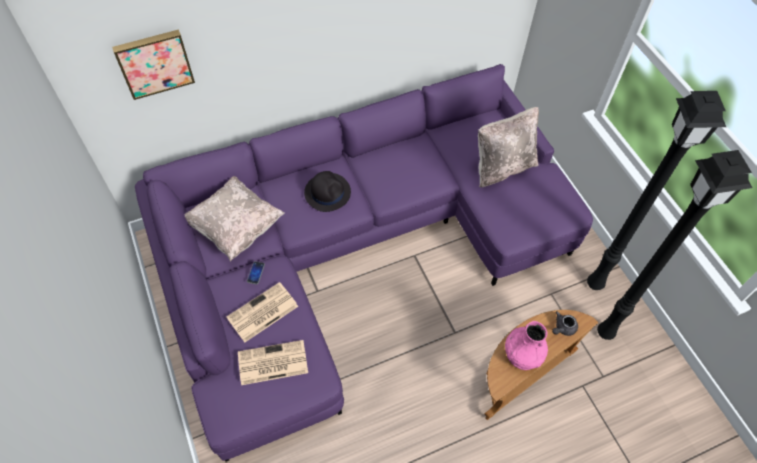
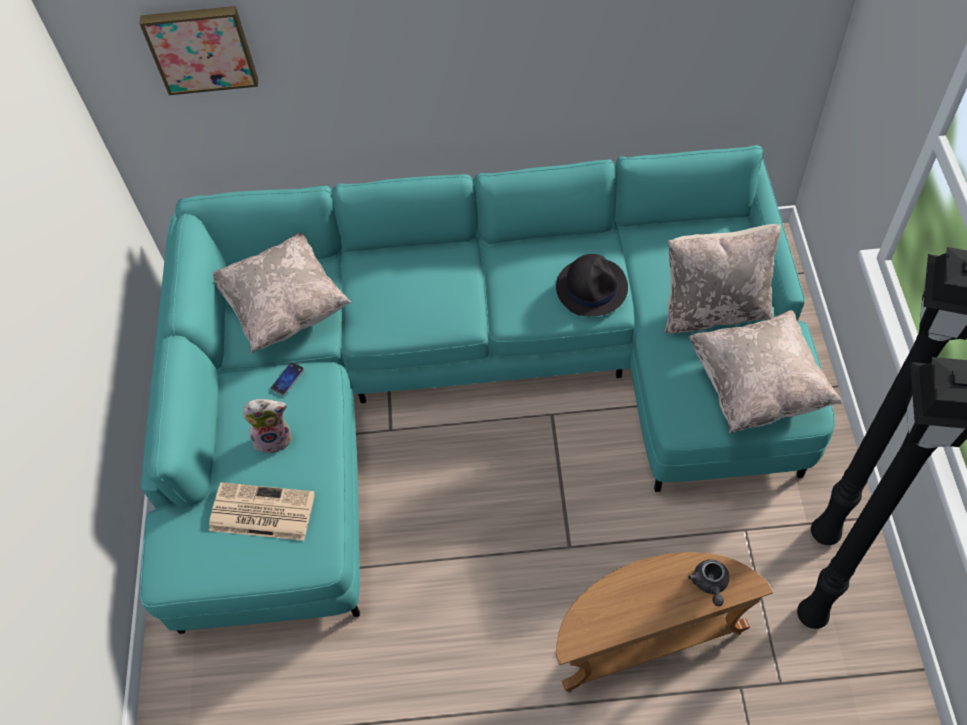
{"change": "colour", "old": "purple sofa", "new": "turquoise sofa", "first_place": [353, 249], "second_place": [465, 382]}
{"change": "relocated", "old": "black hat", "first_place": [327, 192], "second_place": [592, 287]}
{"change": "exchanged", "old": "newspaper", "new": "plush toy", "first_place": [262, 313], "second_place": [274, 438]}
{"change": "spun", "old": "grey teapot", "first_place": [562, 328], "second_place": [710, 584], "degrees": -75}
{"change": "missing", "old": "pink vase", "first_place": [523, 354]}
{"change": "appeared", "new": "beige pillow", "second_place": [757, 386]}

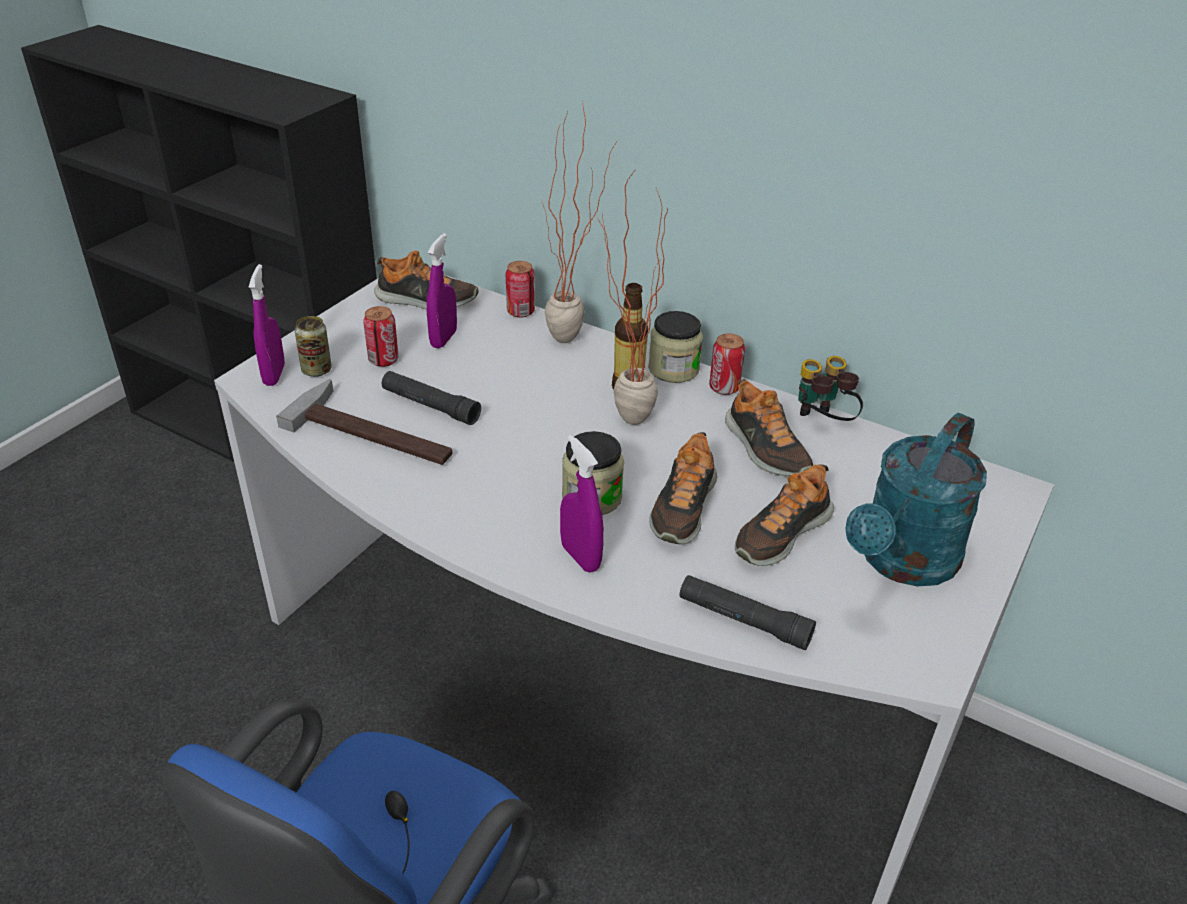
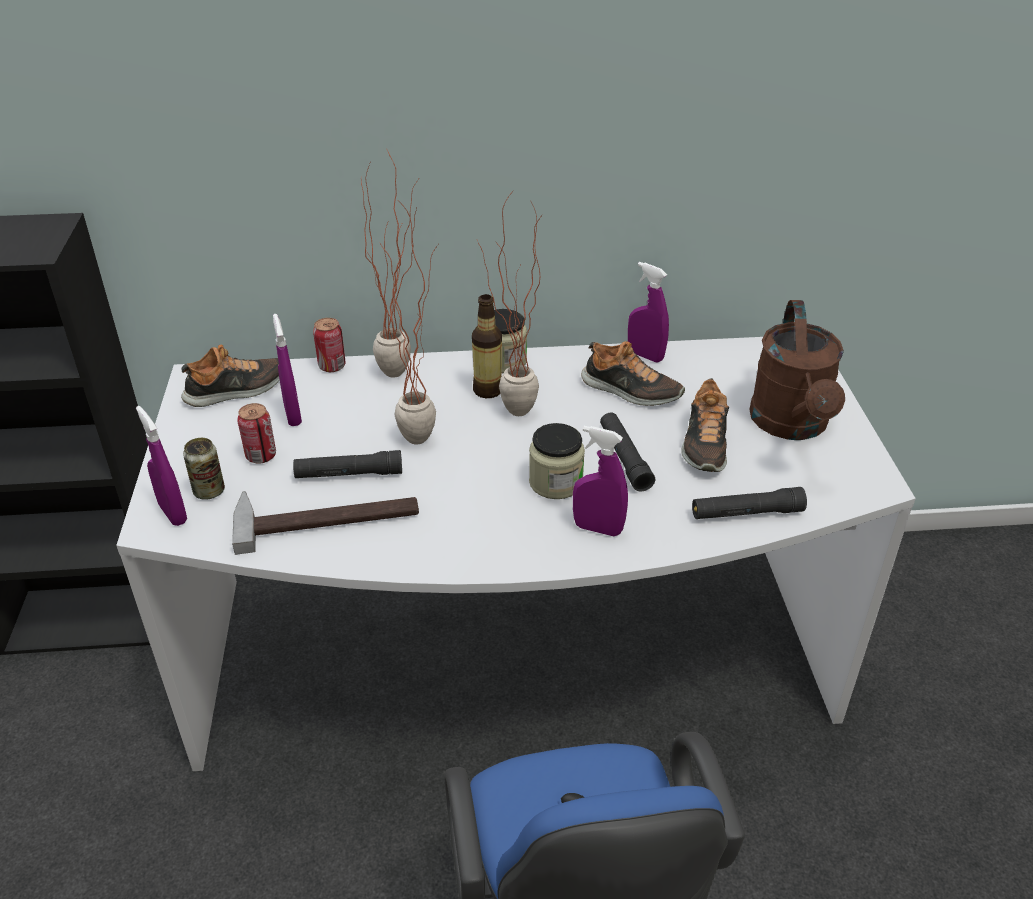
{"change": "missing", "old": "can", "first_place": [724, 388]}
{"change": "exchanged", "old": "binoculars", "new": "purple spray bottle", "first_place": [821, 423], "second_place": [645, 356]}
{"change": "colour", "old": "turquoise watering can", "new": "brown watering can", "first_place": [902, 562], "second_place": [792, 426]}
{"change": "exchanged", "old": "shoe", "new": "black flashlight", "first_place": [682, 508], "second_place": [624, 458]}
{"change": "appeared", "new": "potted plant", "second_place": [422, 432]}

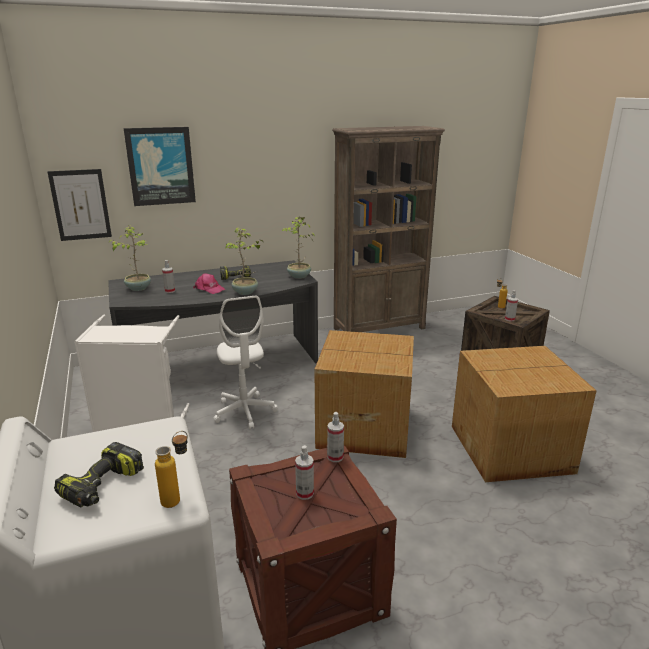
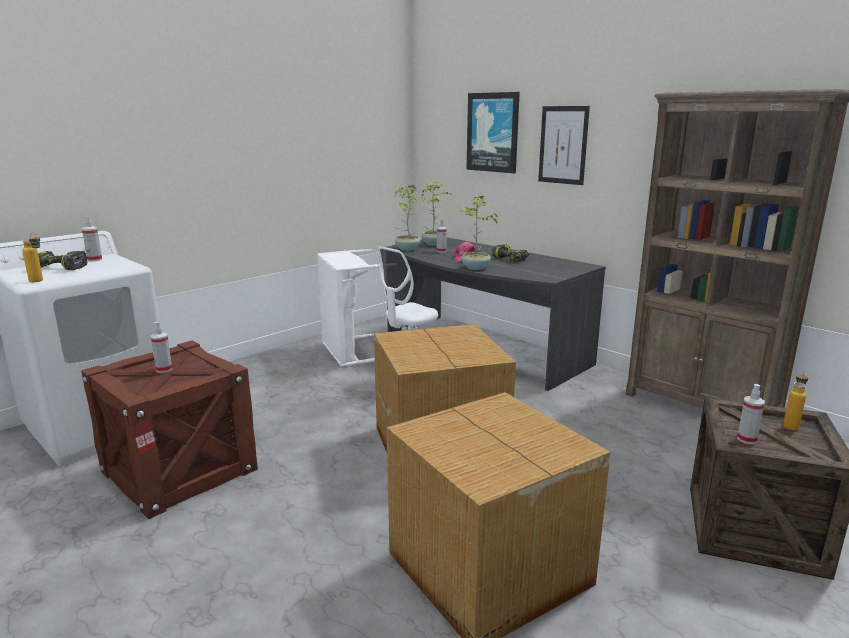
{"change": "relocated", "old": "picture", "first_place": [80, 205], "second_place": [563, 145]}
{"change": "relocated", "old": "potted plant", "first_place": [298, 276], "second_place": [406, 249]}
{"change": "relocated", "old": "spray bottle", "first_place": [335, 457], "second_place": [94, 260]}

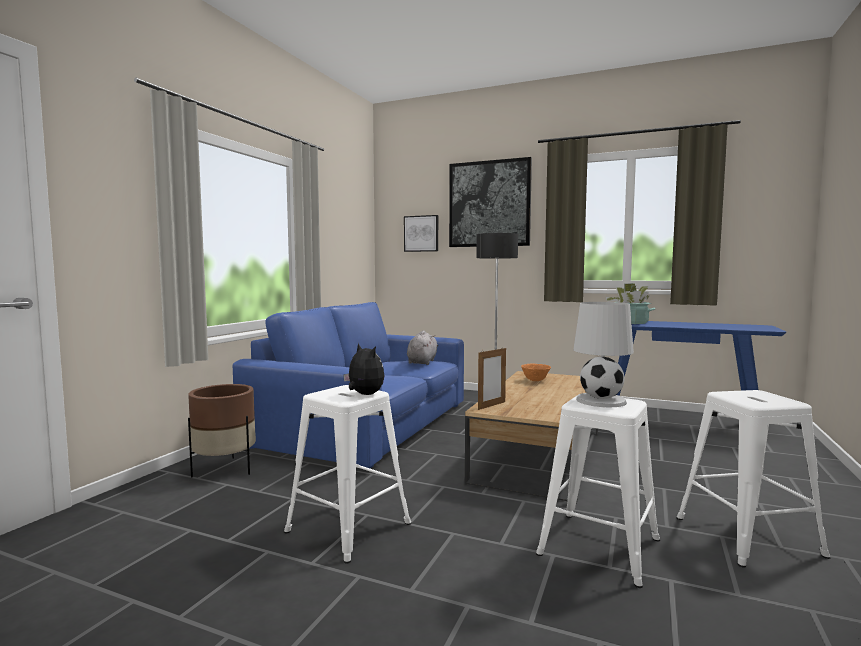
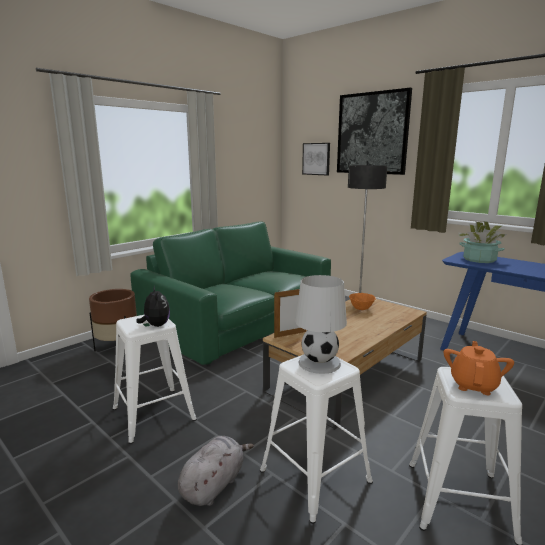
{"change": "colour", "old": "blue sofa", "new": "green sofa", "first_place": [368, 425], "second_place": [239, 322]}
{"change": "relocated", "old": "grey plush toy", "first_place": [422, 362], "second_place": [214, 484]}
{"change": "appeared", "new": "orange teapot", "second_place": [473, 385]}

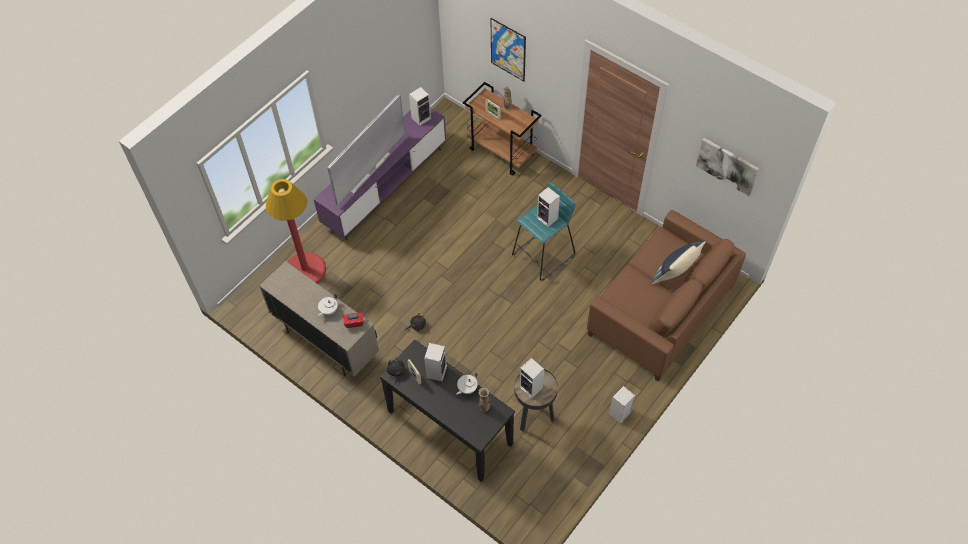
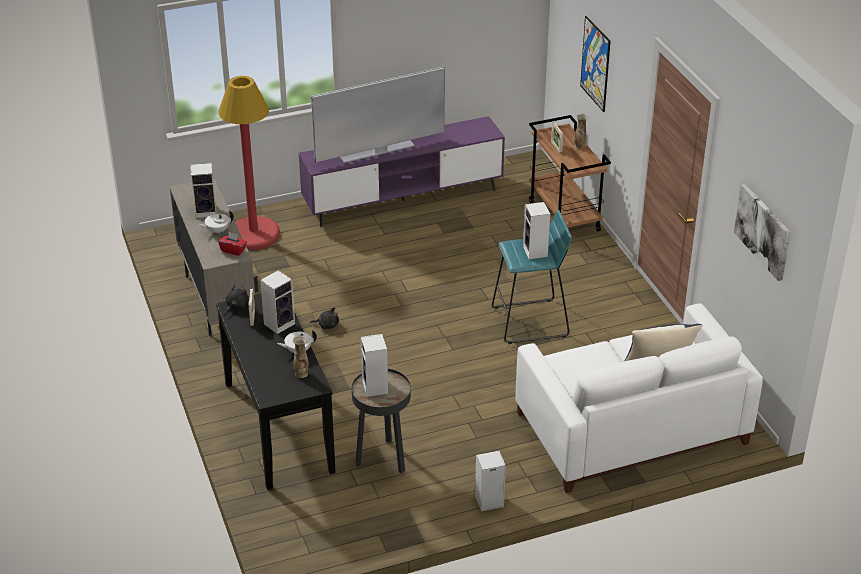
{"change": "relocated", "old": "speaker", "first_place": [421, 117], "second_place": [207, 211]}
{"change": "colour", "old": "brown sofa", "new": "white sofa", "first_place": [660, 310], "second_place": [630, 427]}

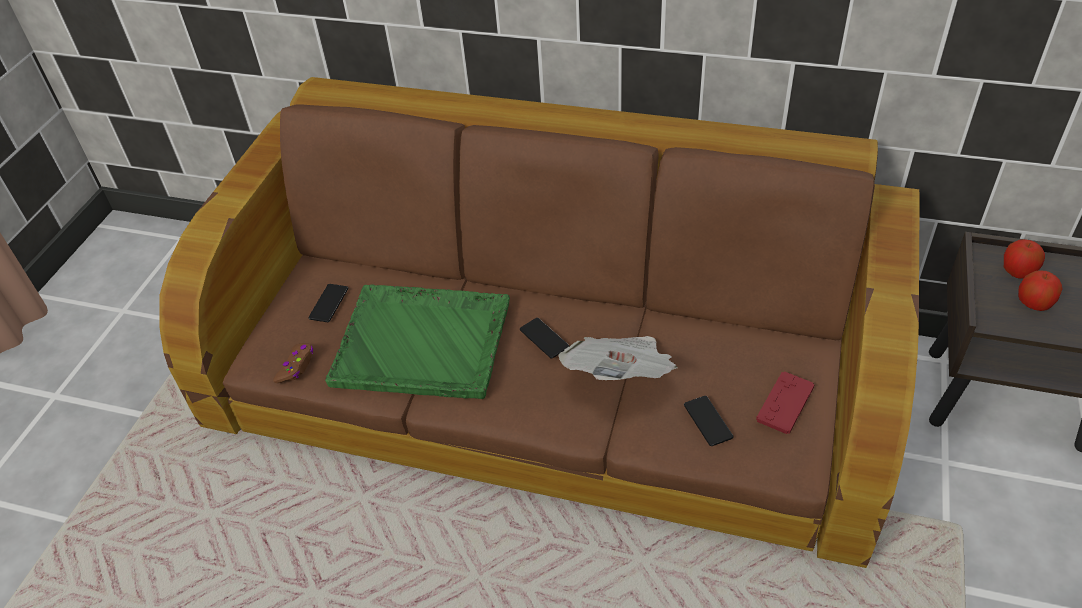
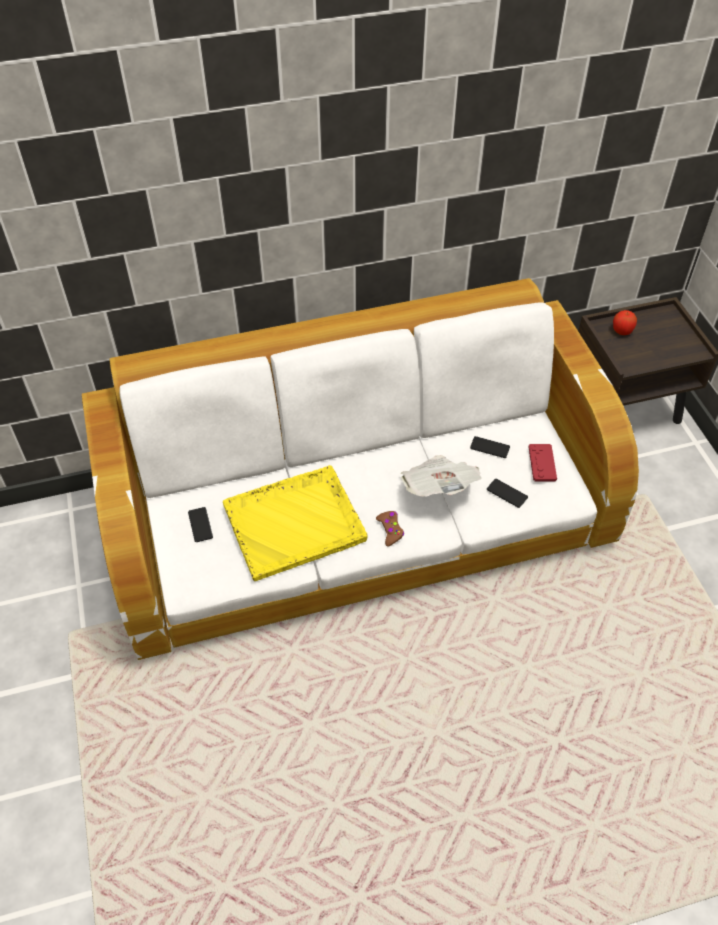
{"change": "colour", "old": "brown sofa", "new": "white sofa", "first_place": [549, 386], "second_place": [360, 518]}
{"change": "missing", "old": "apple", "first_place": [1033, 304]}
{"change": "colour", "old": "green tray", "new": "yellow tray", "first_place": [423, 343], "second_place": [295, 523]}
{"change": "relocated", "old": "phone", "first_place": [544, 338], "second_place": [489, 447]}
{"change": "relocated", "old": "brown game controller", "first_place": [296, 367], "second_place": [390, 530]}

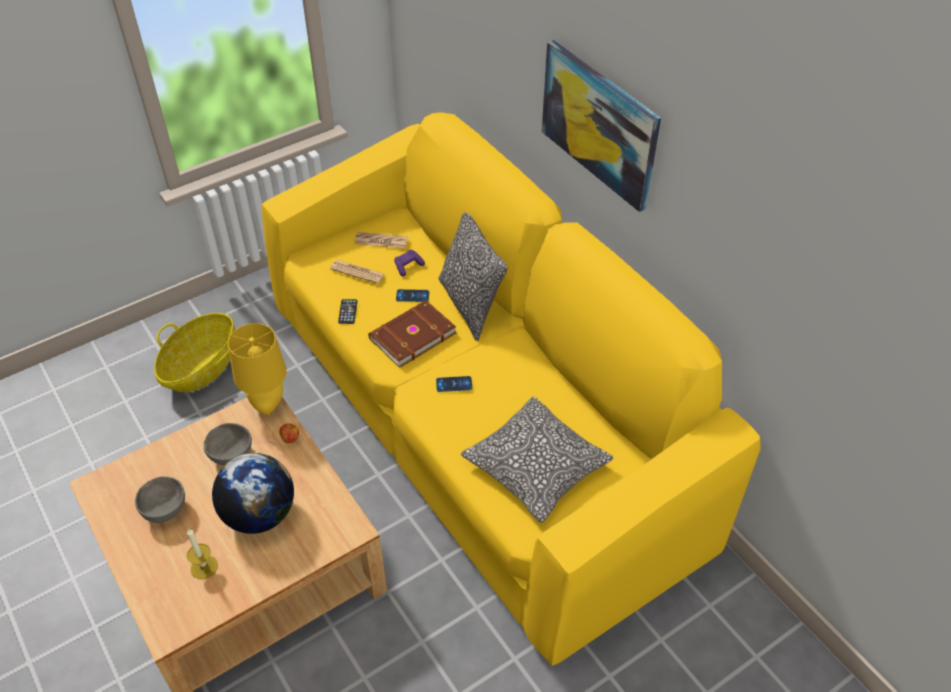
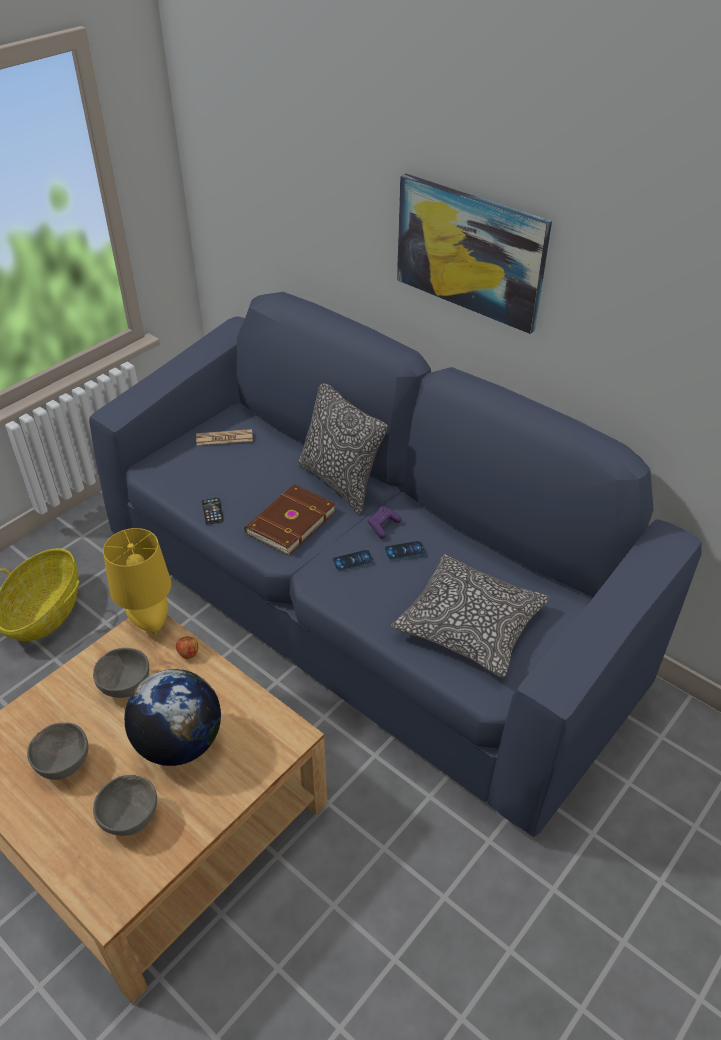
{"change": "colour", "old": "yellow sofa", "new": "blue sofa", "first_place": [476, 419], "second_place": [361, 605]}
{"change": "relocated", "old": "purple game controller", "first_place": [408, 266], "second_place": [383, 526]}
{"change": "missing", "old": "newspaper", "first_place": [357, 272]}
{"change": "relocated", "old": "phone", "first_place": [412, 296], "second_place": [404, 550]}
{"change": "exchanged", "old": "candle", "new": "grey bowl", "first_place": [204, 567], "second_place": [131, 817]}

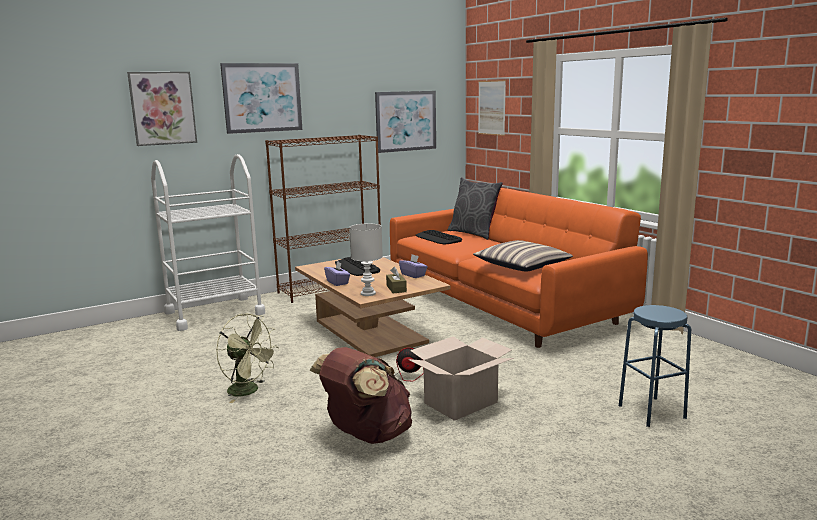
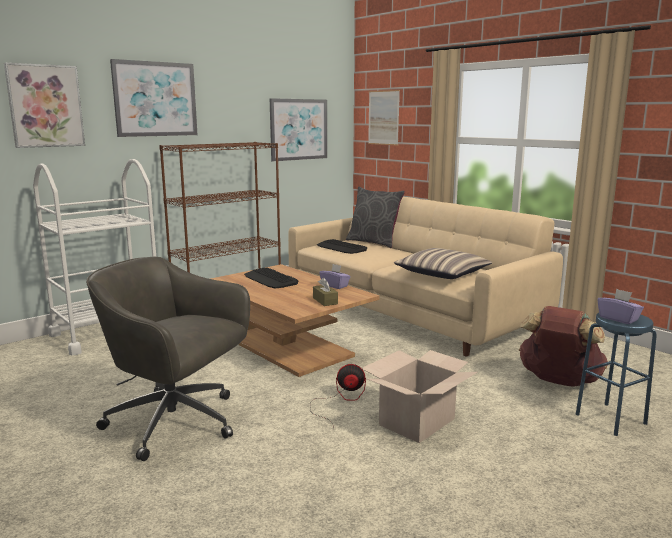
{"change": "colour", "old": "orange sofa", "new": "beige sofa", "first_place": [503, 303], "second_place": [410, 311]}
{"change": "missing", "old": "white table lamp", "first_place": [367, 294]}
{"change": "relocated", "old": "purple tissue box", "first_place": [337, 282], "second_place": [618, 319]}
{"change": "exchanged", "old": "green fan", "new": "grey office chair", "first_place": [249, 391], "second_place": [176, 423]}
{"change": "relocated", "old": "brown backpack", "first_place": [366, 435], "second_place": [558, 381]}

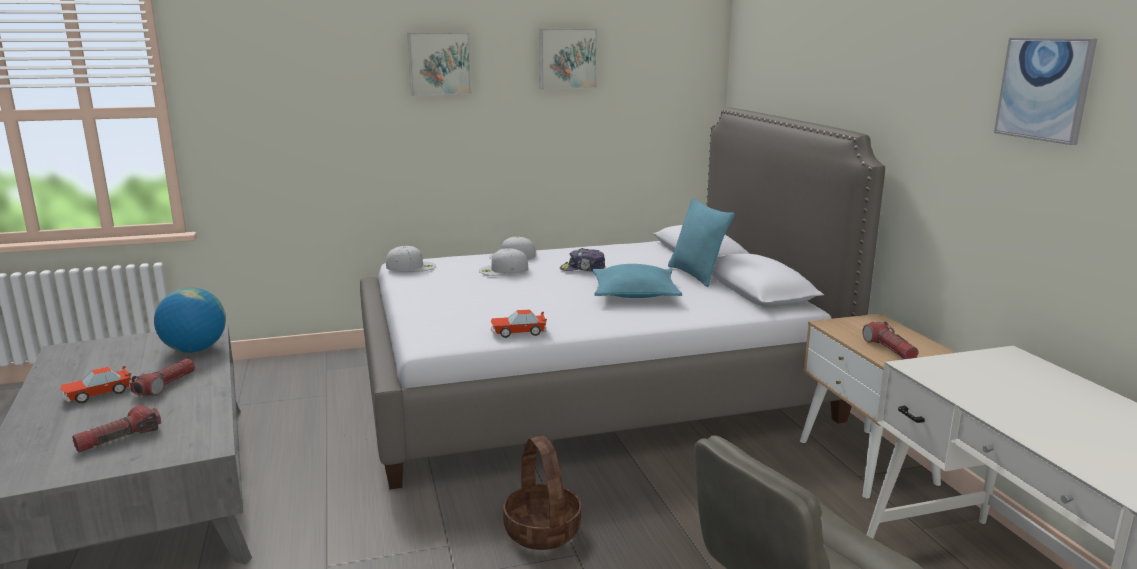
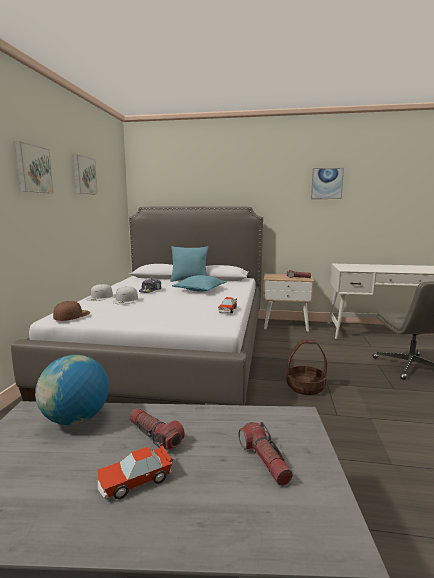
{"change": "colour", "old": "white cap", "new": "brown cap", "first_place": [411, 266], "second_place": [72, 315]}
{"change": "spun", "old": "toy car", "first_place": [97, 394], "second_place": [135, 481], "degrees": 75}

